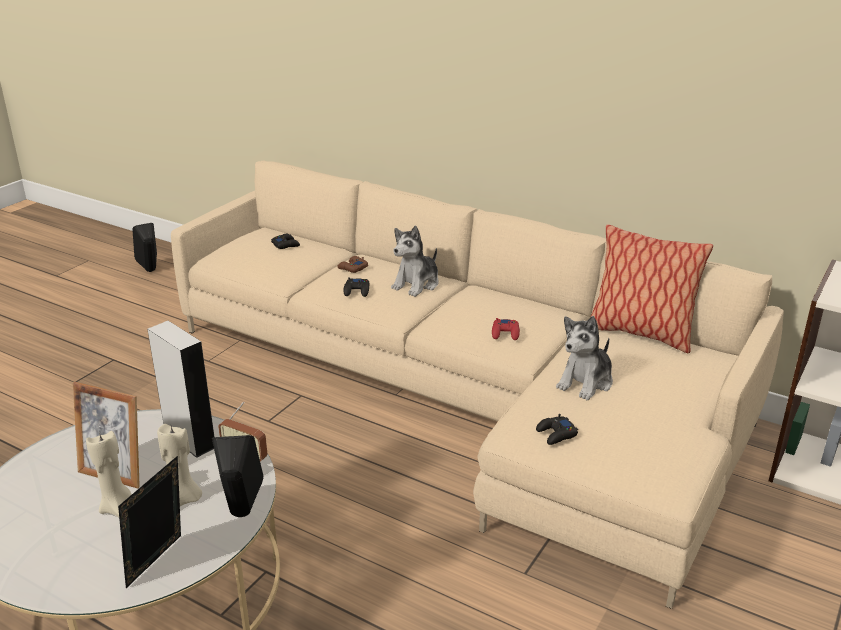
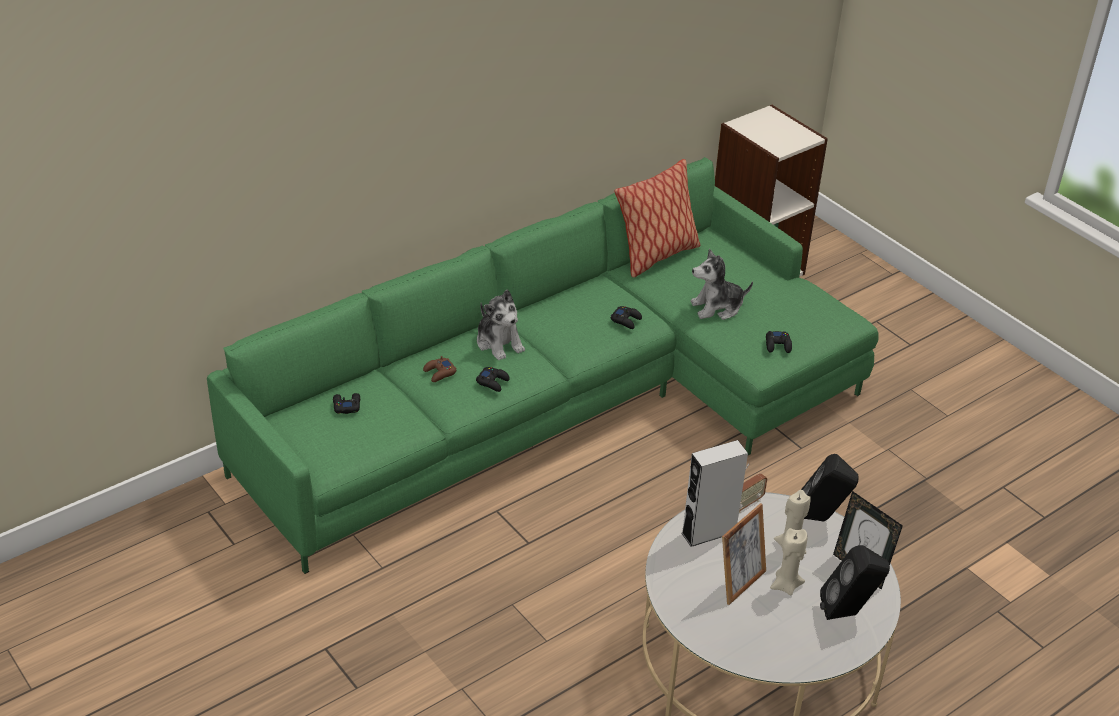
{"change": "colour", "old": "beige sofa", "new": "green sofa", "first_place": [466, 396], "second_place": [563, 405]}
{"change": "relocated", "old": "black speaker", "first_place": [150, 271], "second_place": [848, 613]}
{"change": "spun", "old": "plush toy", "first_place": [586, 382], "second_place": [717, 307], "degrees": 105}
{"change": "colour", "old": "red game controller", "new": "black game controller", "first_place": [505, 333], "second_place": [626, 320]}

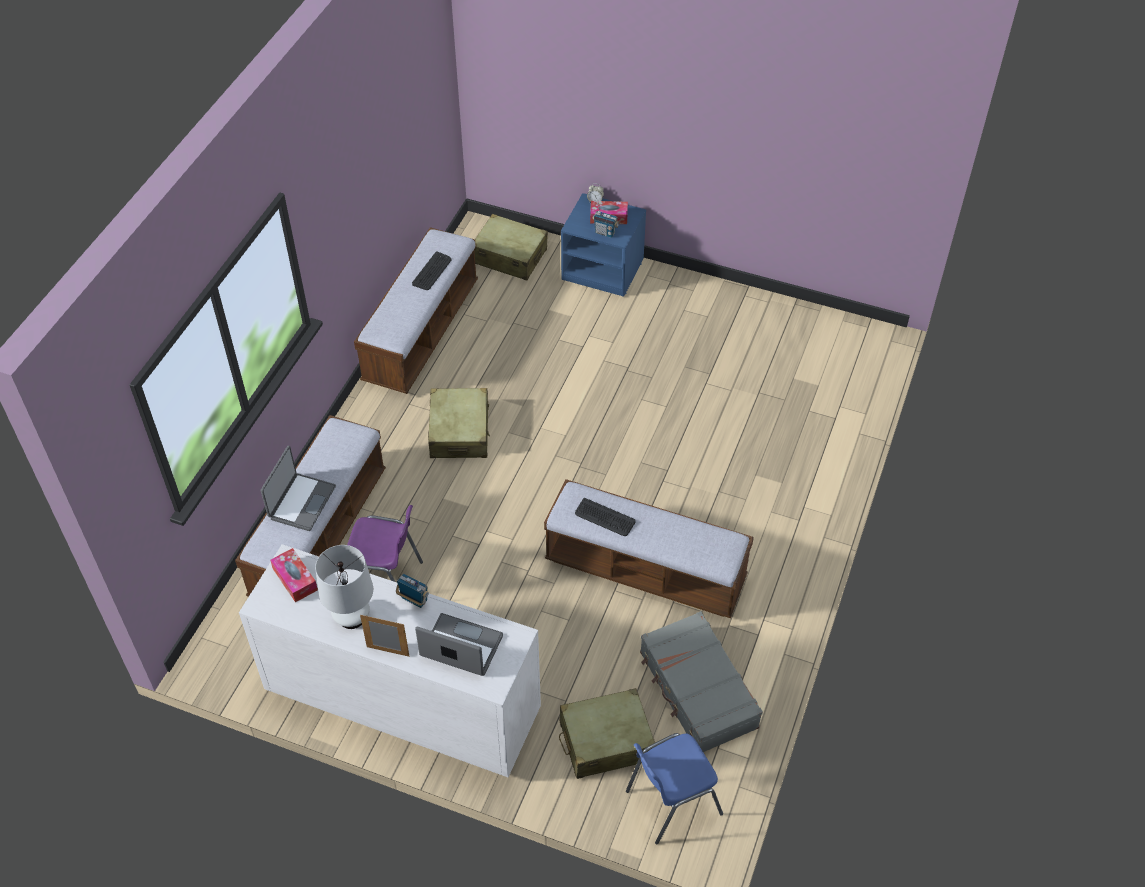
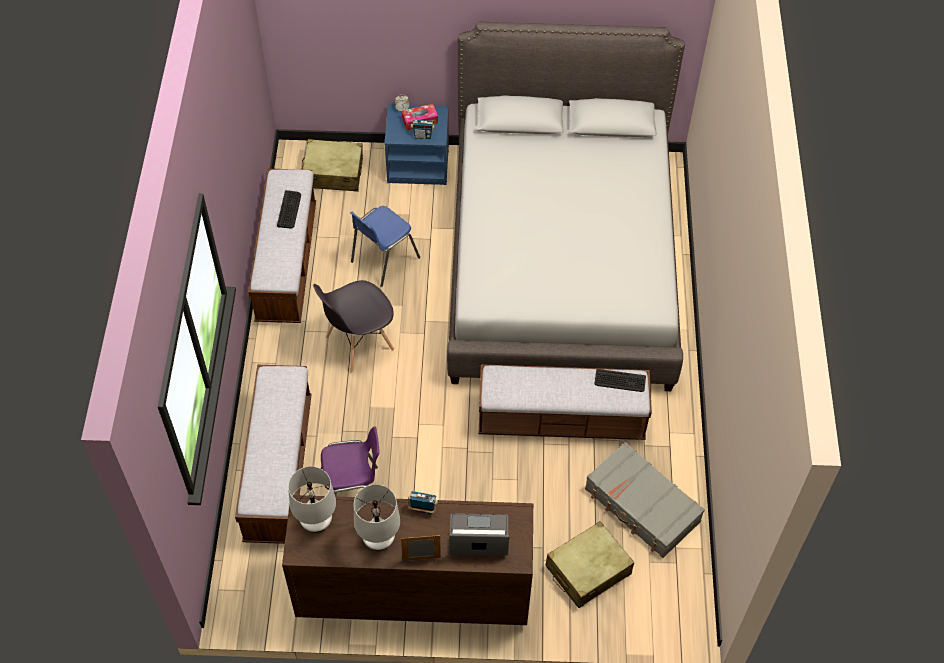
{"change": "exchanged", "old": "beige suitcase", "new": "grey chair", "first_place": [459, 432], "second_place": [359, 344]}
{"change": "missing", "old": "laptop", "first_place": [301, 502]}
{"change": "relocated", "old": "keyboard", "first_place": [604, 518], "second_place": [620, 381]}
{"change": "colour", "old": "white dresser", "new": "brown dresser", "first_place": [402, 702], "second_place": [412, 590]}
{"change": "exchanged", "old": "tissue box", "new": "white table lamp", "first_place": [295, 579], "second_place": [316, 522]}
{"change": "relocated", "old": "blue chair", "first_place": [671, 802], "second_place": [383, 260]}
{"change": "appeared", "new": "grey bed", "second_place": [561, 263]}

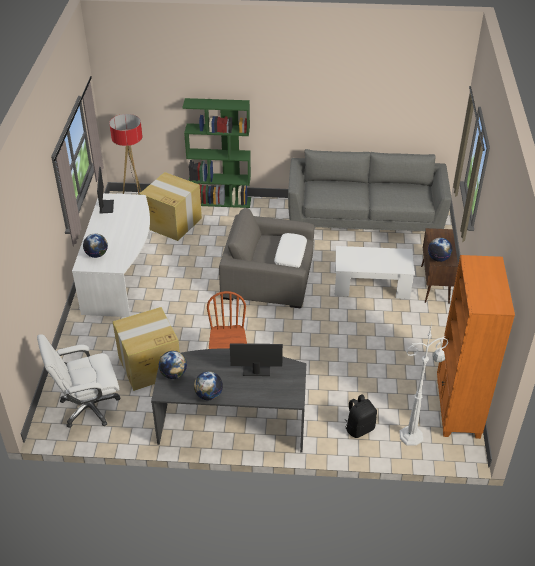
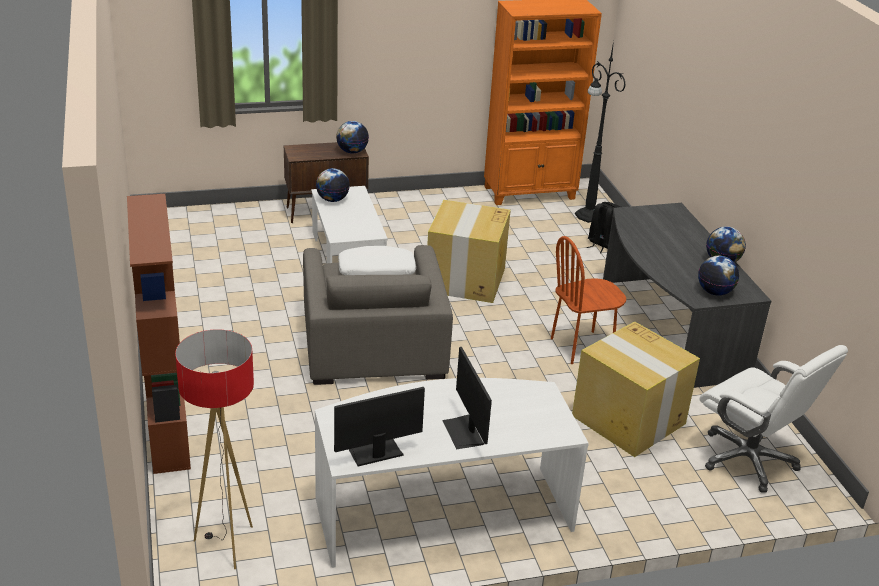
{"change": "colour", "old": "green bookcase", "new": "brown bookcase", "first_place": [221, 201], "second_place": [167, 430]}
{"change": "missing", "old": "grey sofa", "first_place": [365, 220]}
{"change": "relocated", "old": "cardboard box", "first_place": [172, 222], "second_place": [465, 280]}
{"change": "relocated", "old": "globe", "first_place": [97, 254], "second_place": [332, 200]}
{"change": "colour", "old": "white floor lamp", "new": "black floor lamp", "first_place": [412, 436], "second_place": [588, 215]}
{"change": "relocated", "old": "monitor", "first_place": [256, 370], "second_place": [464, 432]}

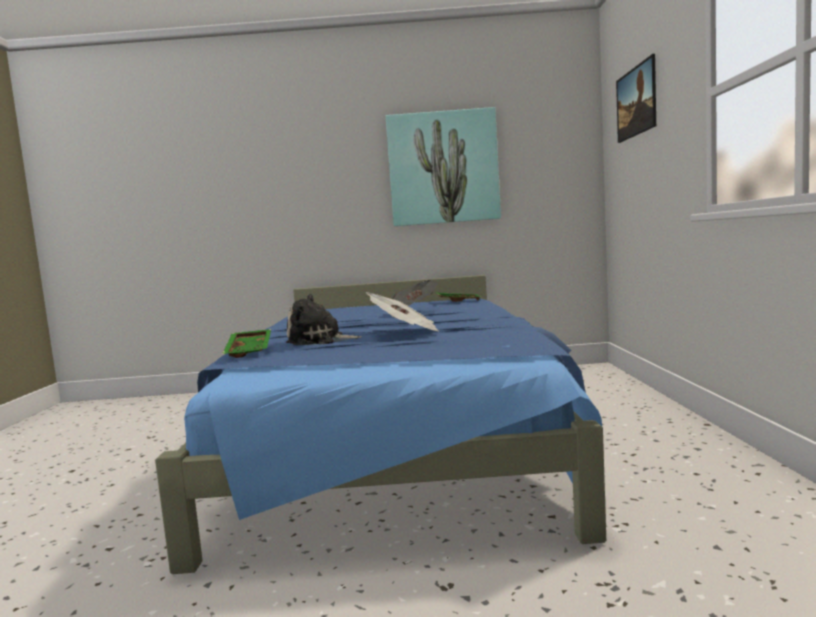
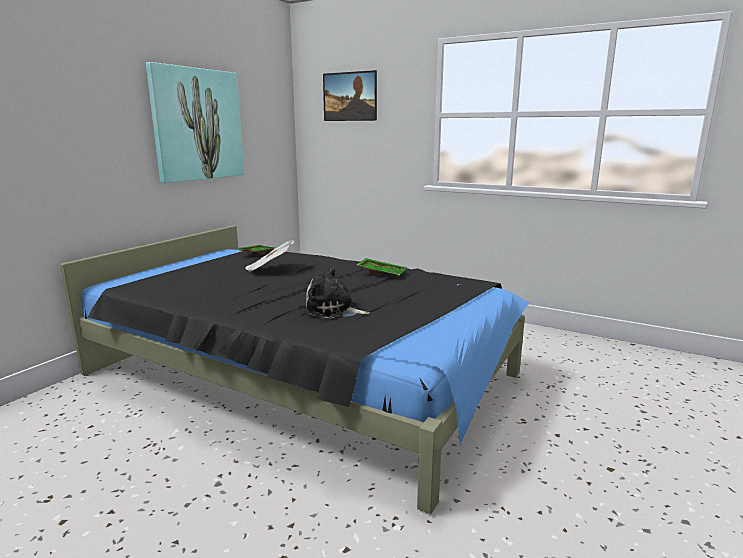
{"change": "colour", "old": "blue bed", "new": "black bed", "first_place": [394, 434], "second_place": [303, 375]}
{"change": "missing", "old": "newspaper", "first_place": [405, 331]}
{"change": "spun", "old": "plush toy", "first_place": [319, 340], "second_place": [334, 310], "degrees": 75}
{"change": "relocated", "old": "green tray", "first_place": [251, 351], "second_place": [382, 272]}

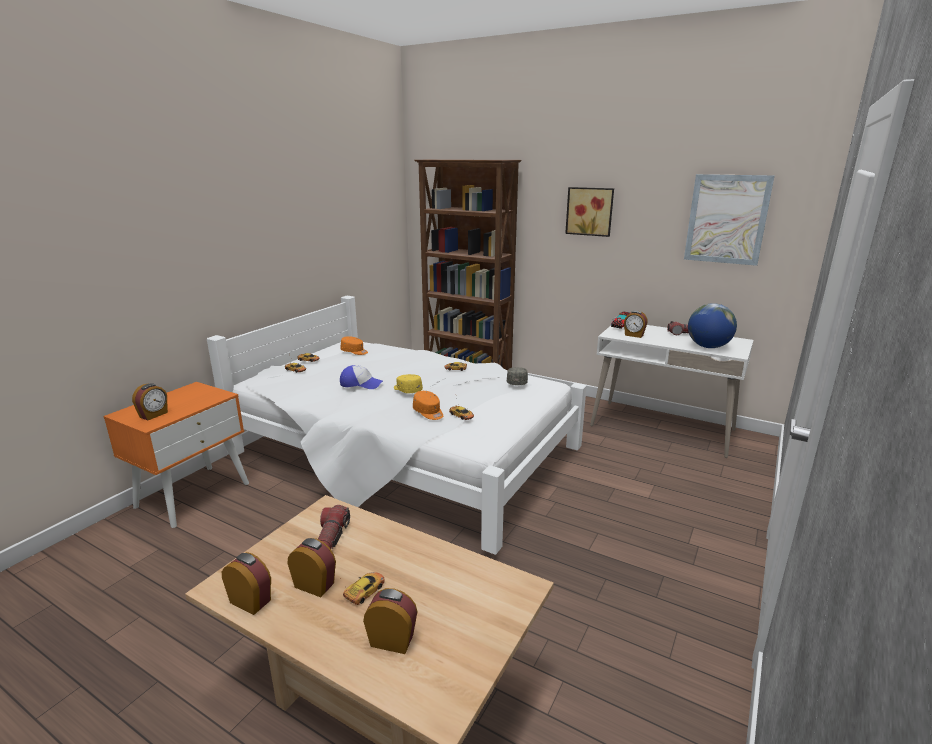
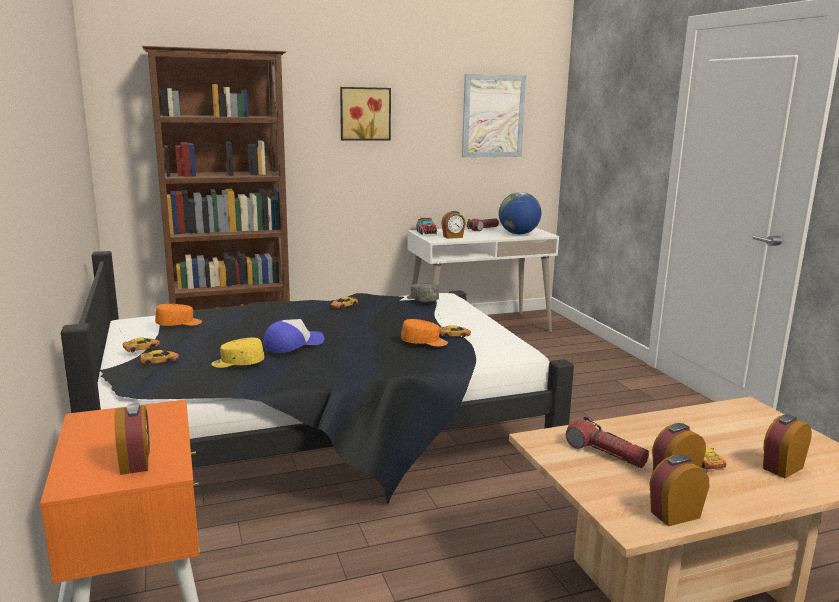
{"change": "colour", "old": "white bed", "new": "black bed", "first_place": [406, 454], "second_place": [323, 433]}
{"change": "relocated", "old": "yellow cap", "first_place": [407, 390], "second_place": [238, 363]}

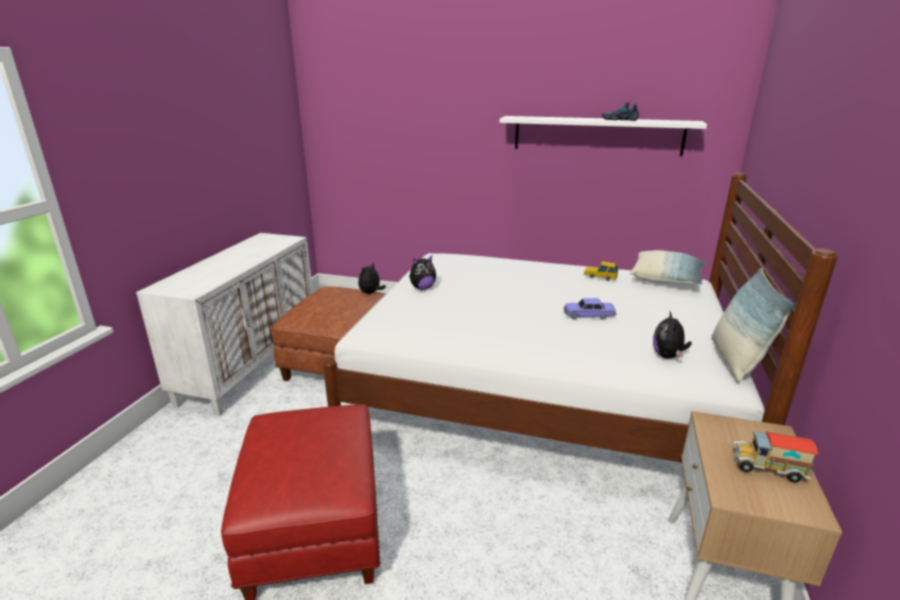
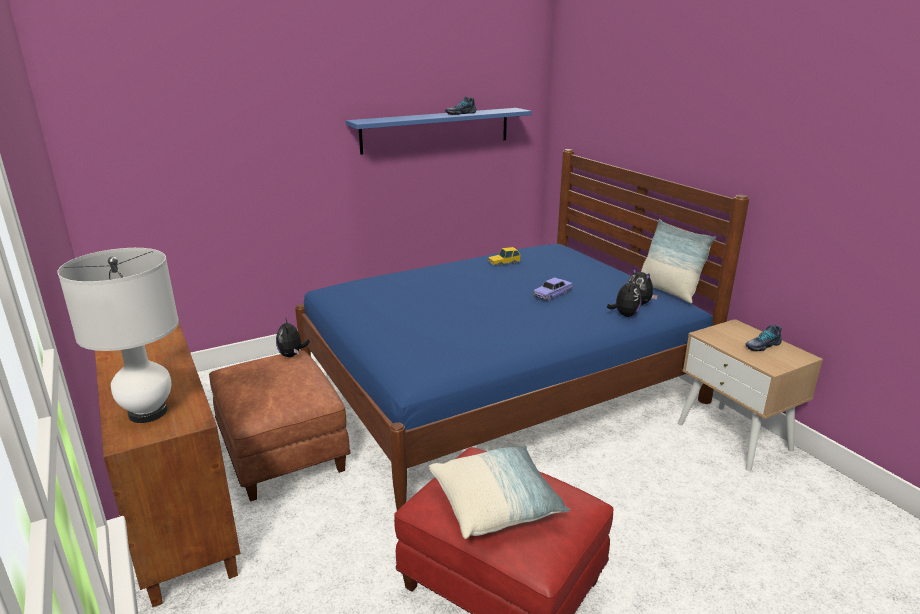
{"change": "colour", "old": "white shelf", "new": "blue shelf", "first_place": [597, 135], "second_place": [436, 130]}
{"change": "colour", "old": "white bed", "new": "blue bed", "first_place": [539, 393], "second_place": [499, 387]}
{"change": "colour", "old": "white cabinet", "new": "brown cabinet", "first_place": [251, 364], "second_place": [176, 509]}
{"change": "relocated", "old": "pillow", "first_place": [666, 279], "second_place": [496, 504]}
{"change": "relocated", "old": "plush toy", "first_place": [422, 288], "second_place": [624, 315]}
{"change": "exchanged", "old": "toy truck", "new": "shoe", "first_place": [767, 469], "second_place": [762, 345]}
{"change": "appeared", "new": "white table lamp", "second_place": [148, 413]}

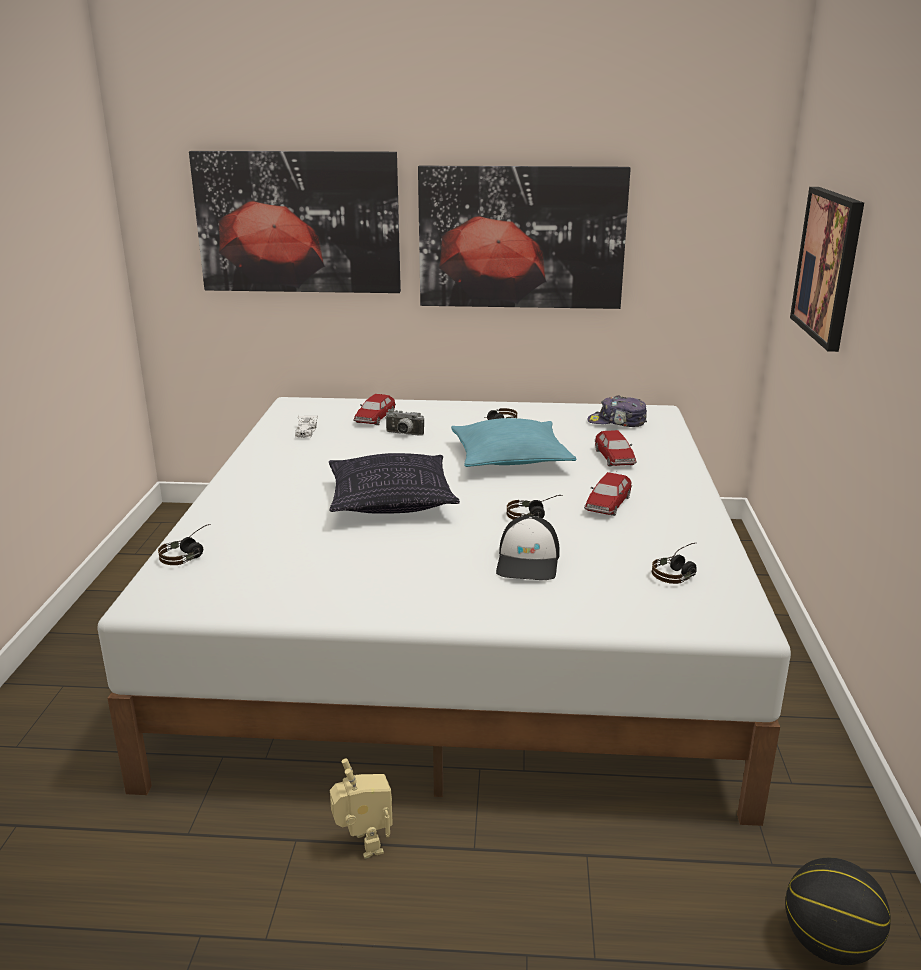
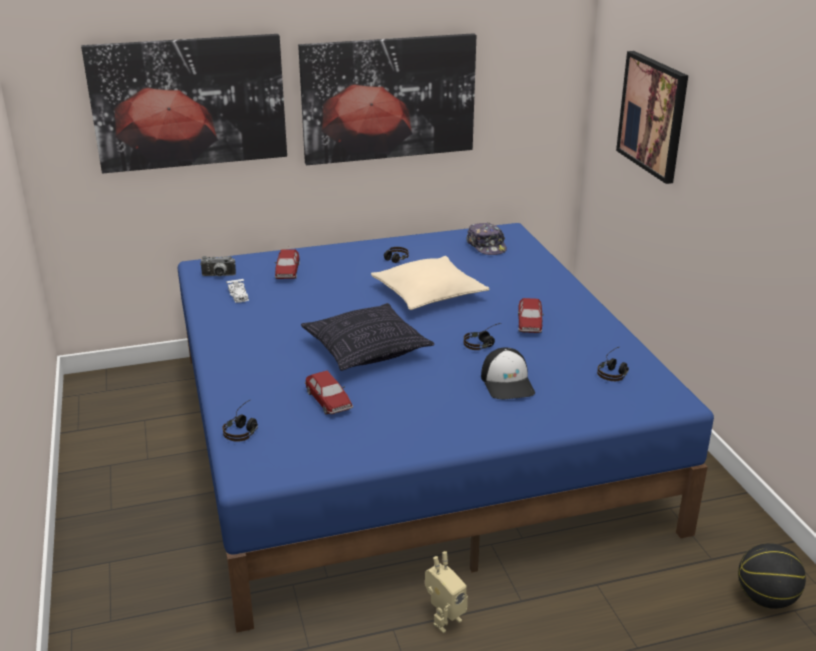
{"change": "spun", "old": "cap", "first_place": [617, 422], "second_place": [486, 246], "degrees": -105}
{"change": "colour", "old": "white bed", "new": "blue bed", "first_place": [461, 624], "second_place": [409, 436]}
{"change": "relocated", "old": "photo camera", "first_place": [403, 434], "second_place": [218, 276]}
{"change": "colour", "old": "turquoise pillow", "new": "beige pillow", "first_place": [510, 458], "second_place": [429, 294]}
{"change": "relocated", "old": "toy car", "first_place": [614, 458], "second_place": [329, 401]}
{"change": "spun", "old": "toy robot", "first_place": [363, 845], "second_place": [444, 619], "degrees": 90}

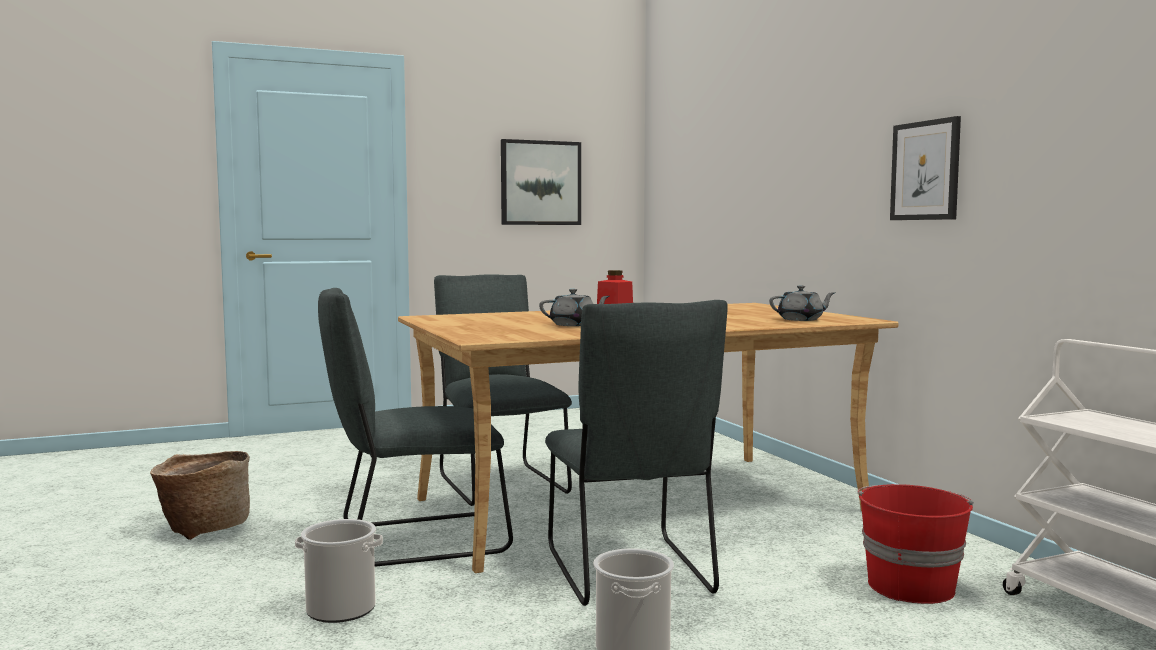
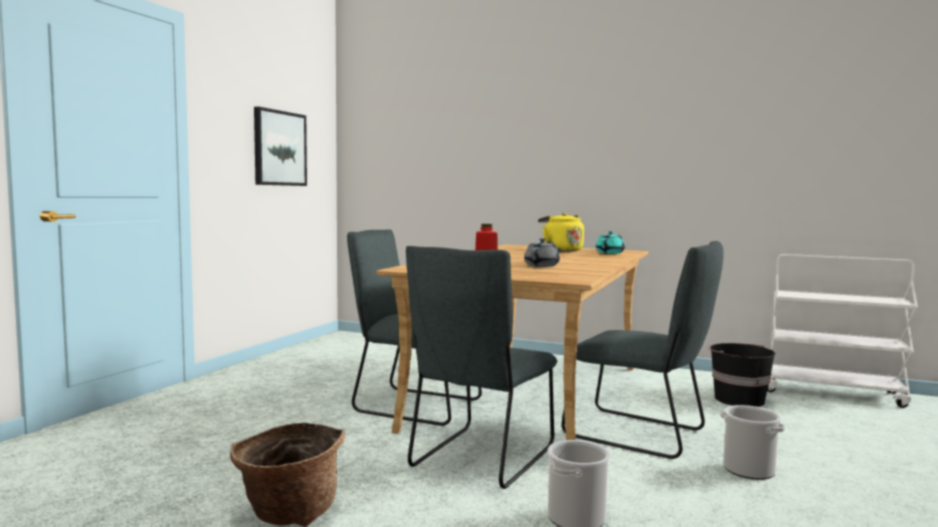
{"change": "missing", "old": "picture", "first_place": [925, 170]}
{"change": "colour", "old": "grey teapot", "new": "turquoise teapot", "first_place": [801, 320], "second_place": [610, 253]}
{"change": "colour", "old": "red bucket", "new": "black bucket", "first_place": [910, 585], "second_place": [738, 399]}
{"change": "appeared", "new": "yellow kettle", "second_place": [561, 250]}

